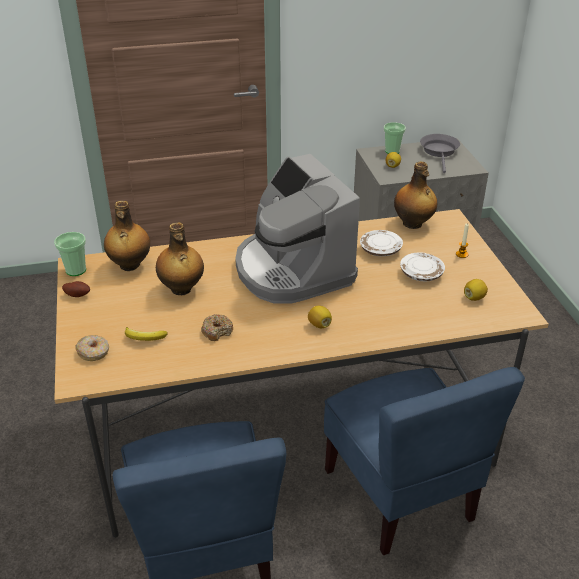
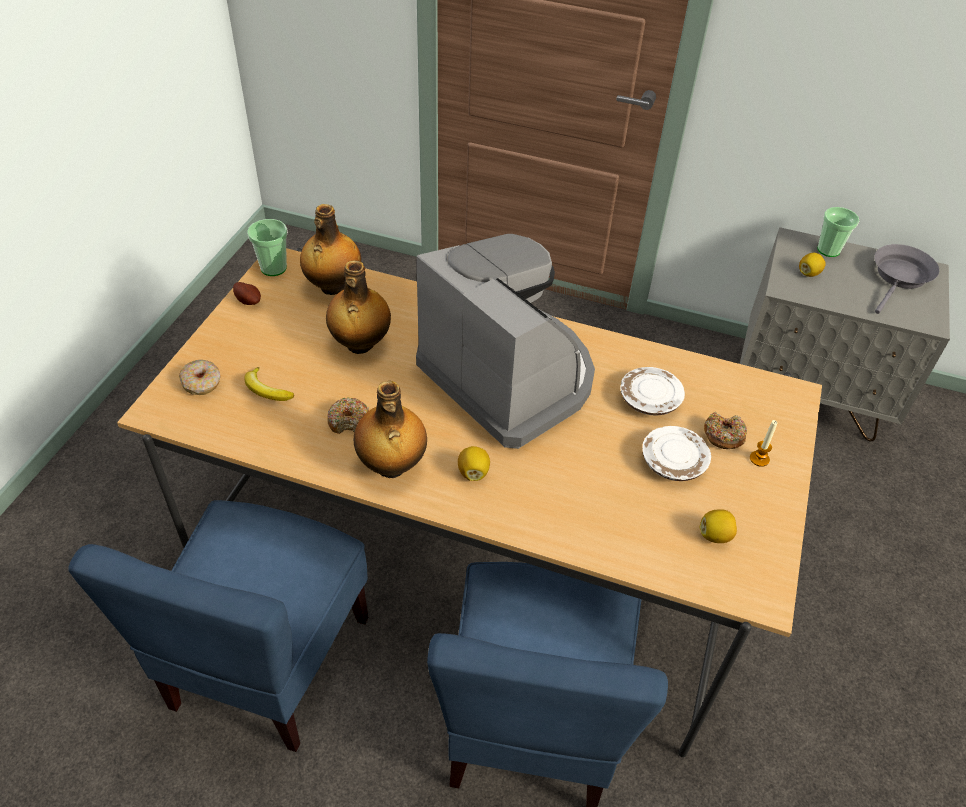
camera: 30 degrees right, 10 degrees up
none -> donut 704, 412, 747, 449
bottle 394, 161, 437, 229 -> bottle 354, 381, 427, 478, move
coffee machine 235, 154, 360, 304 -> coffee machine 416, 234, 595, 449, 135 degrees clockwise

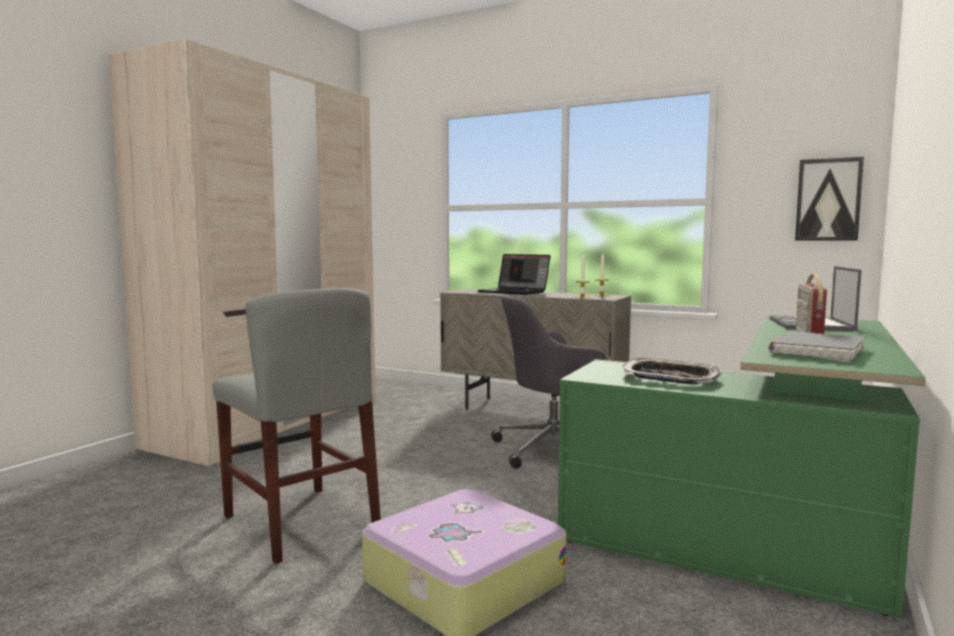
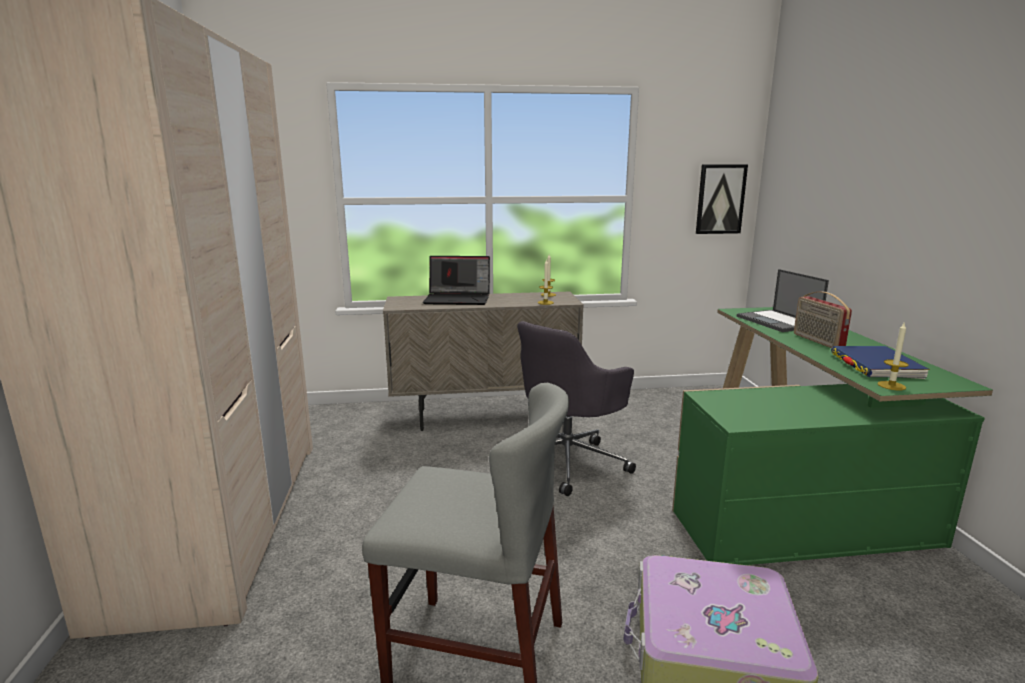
camera: 35 degrees left, 10 degrees up
tray 622, 358, 722, 385 -> none
none -> candle 877, 321, 909, 391
book (grey) 768, 331, 866, 363 -> book (blue) 831, 346, 930, 379

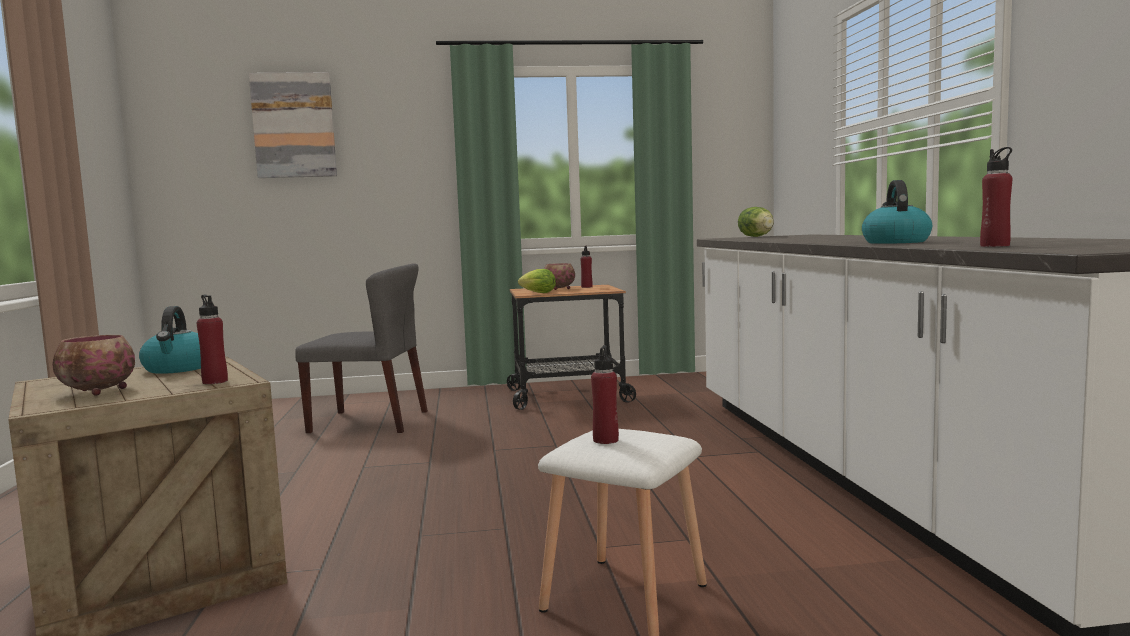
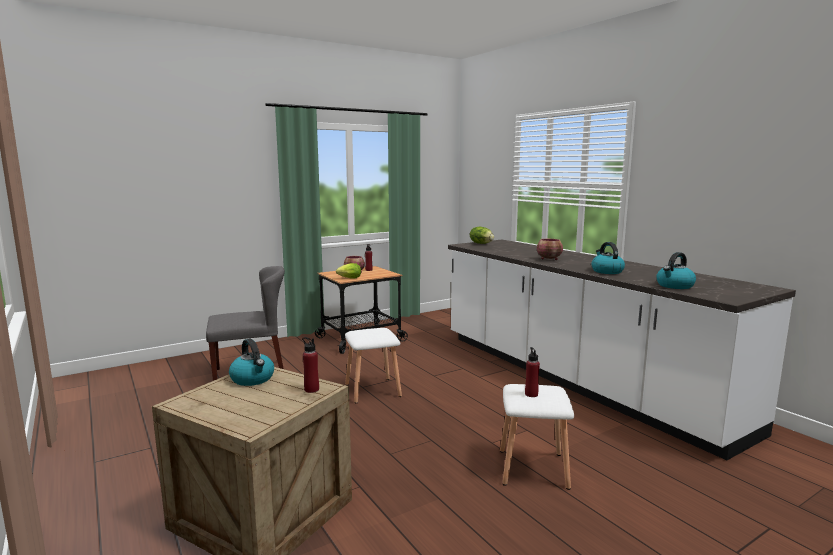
camera: 25 degrees left, 5 degrees up
picture 249, 72, 337, 178 -> none
none -> stool (white) 345, 328, 402, 403
bowl 52, 335, 135, 396 -> bowl 537, 239, 563, 260, move
bottle (red) 980, 147, 1012, 247 -> kettle 656, 252, 696, 289

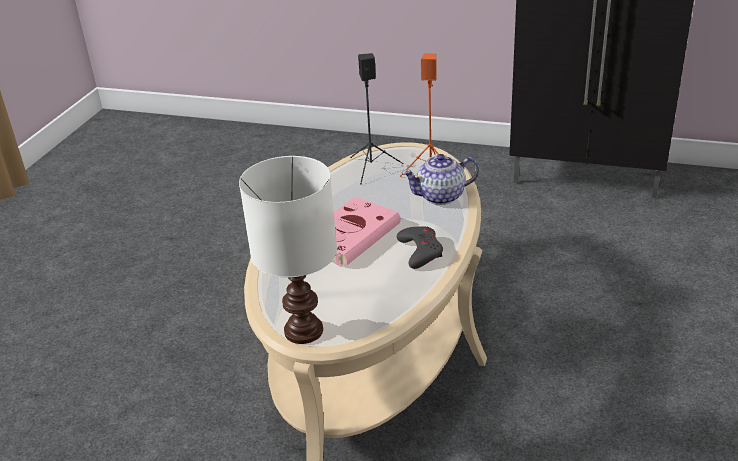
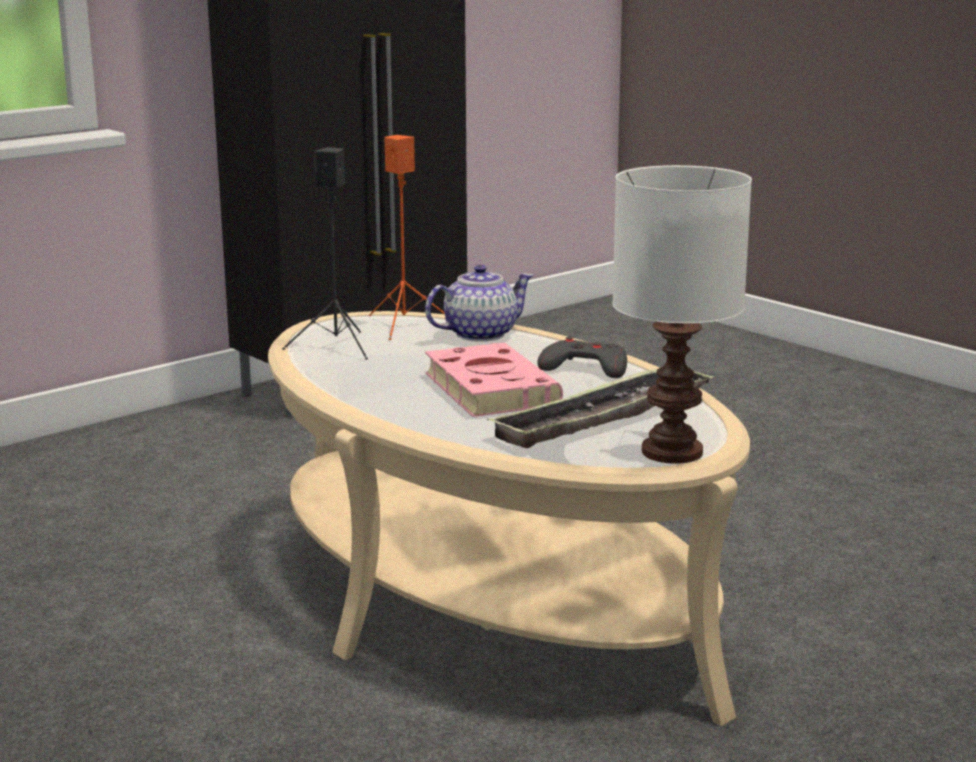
camera: 60 degrees left, 15 degrees down
none -> tray 487, 369, 714, 448
teapot 402, 154, 479, 205 -> teapot 425, 264, 534, 342, 135 degrees counterclockwise

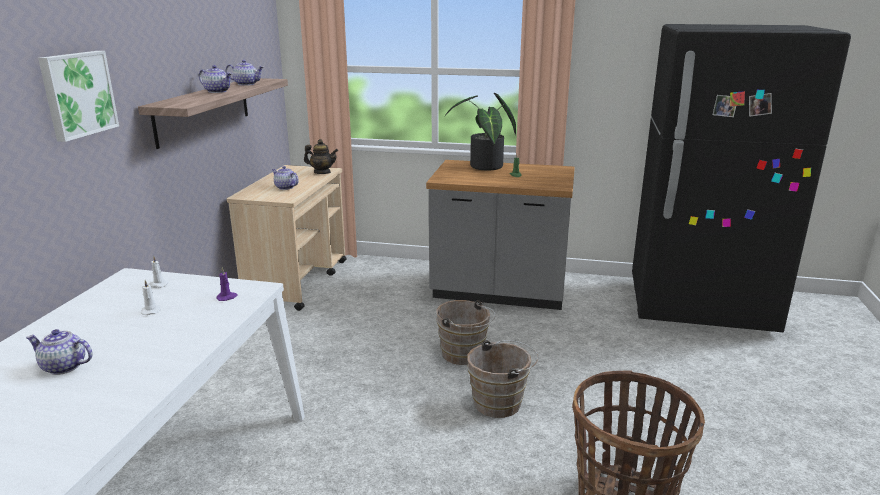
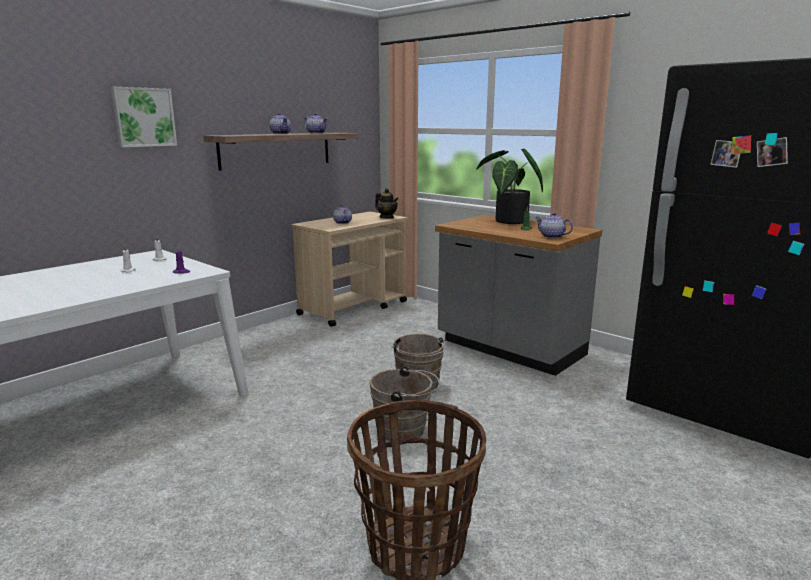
camera: 30 degrees right, 5 degrees down
teapot 26, 329, 93, 375 -> teapot 535, 212, 573, 239, move

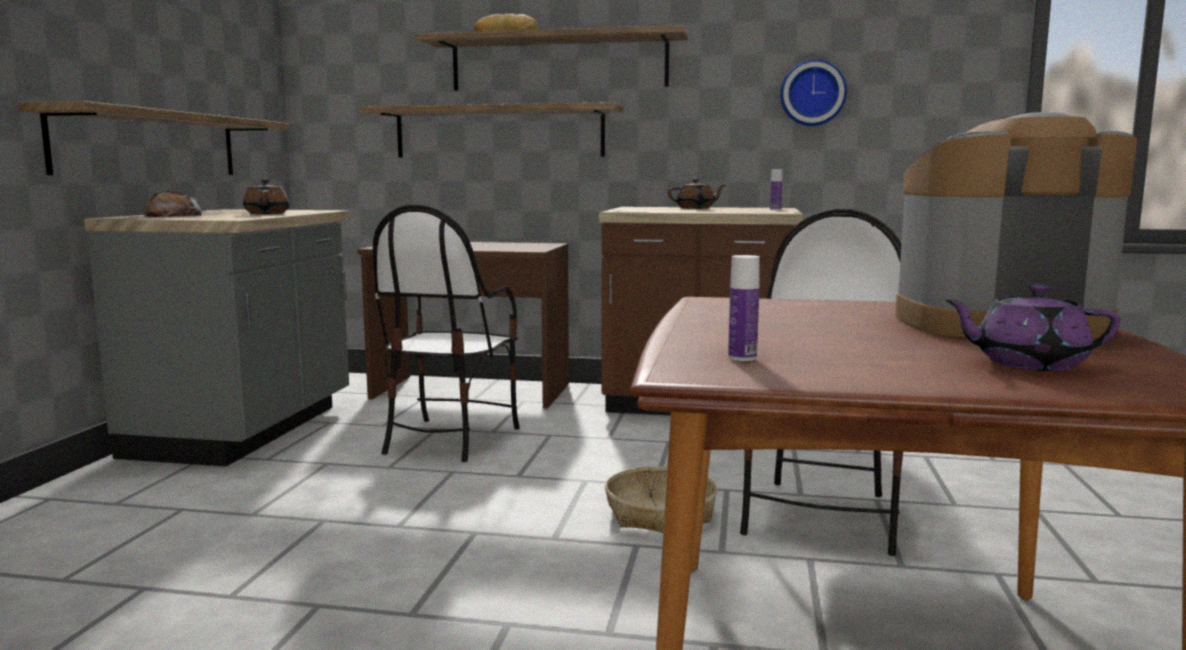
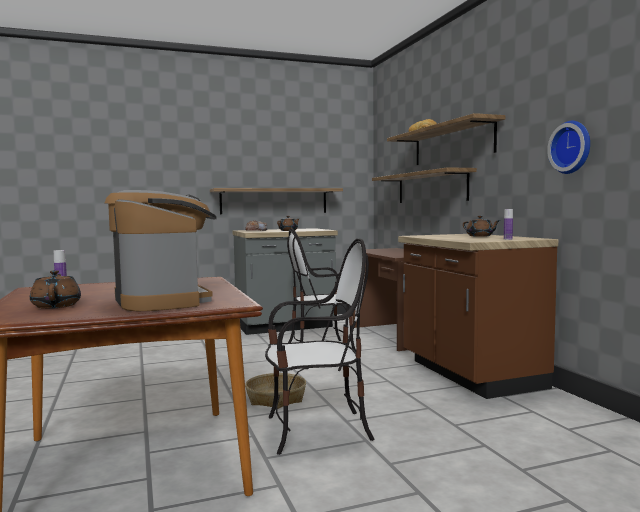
camera: 60 degrees right, 5 degrees down
teapot (purple) 944, 284, 1121, 371 -> teapot (brown) 30, 270, 81, 309

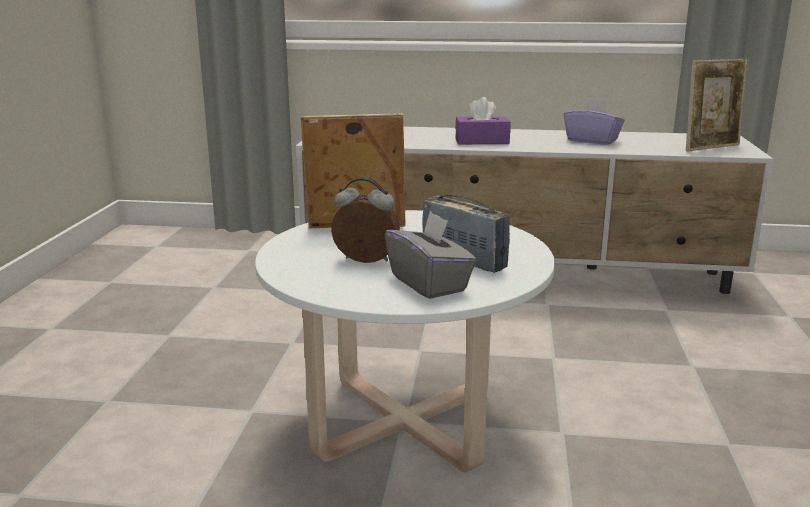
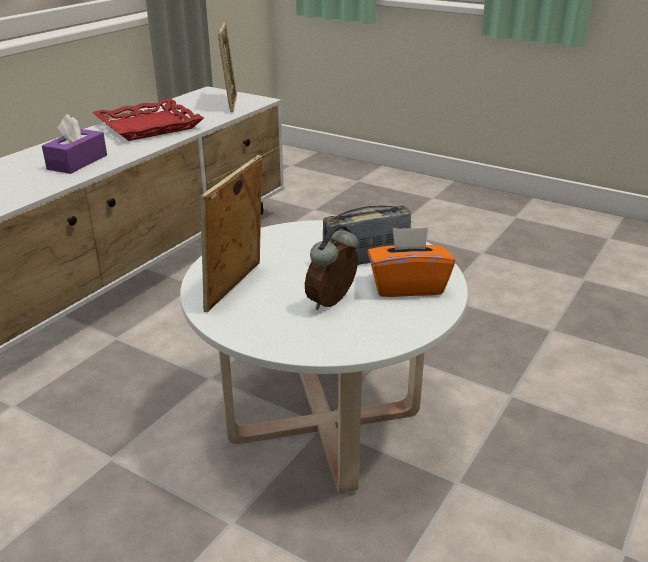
camera: 65 degrees left, 10 degrees up
tissue box (purple) 564, 97, 625, 145 -> tray (red) 93, 98, 204, 141
tissue box (grey) 385, 211, 477, 299 -> tissue box (orange) 367, 227, 455, 297

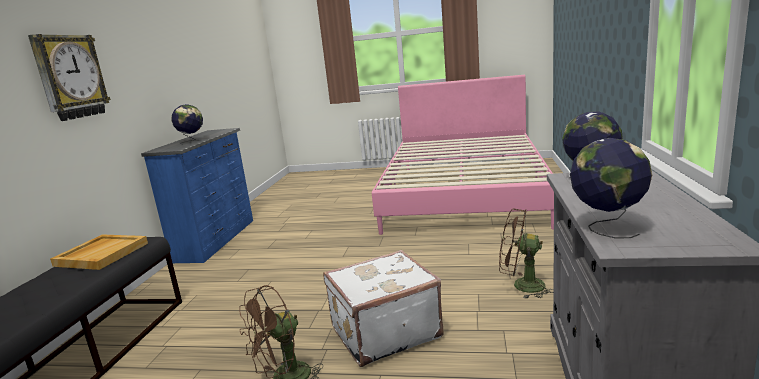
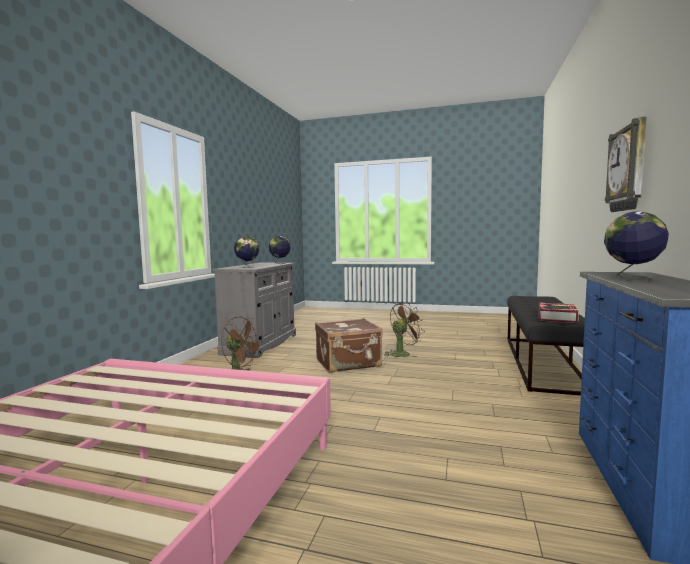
camera: 175 degrees left, 10 degrees down
tray (beige) 50, 234, 148, 270 -> book 538, 302, 579, 323
suitcase (white) 323, 250, 443, 367 -> suitcase (brown) 315, 318, 383, 373

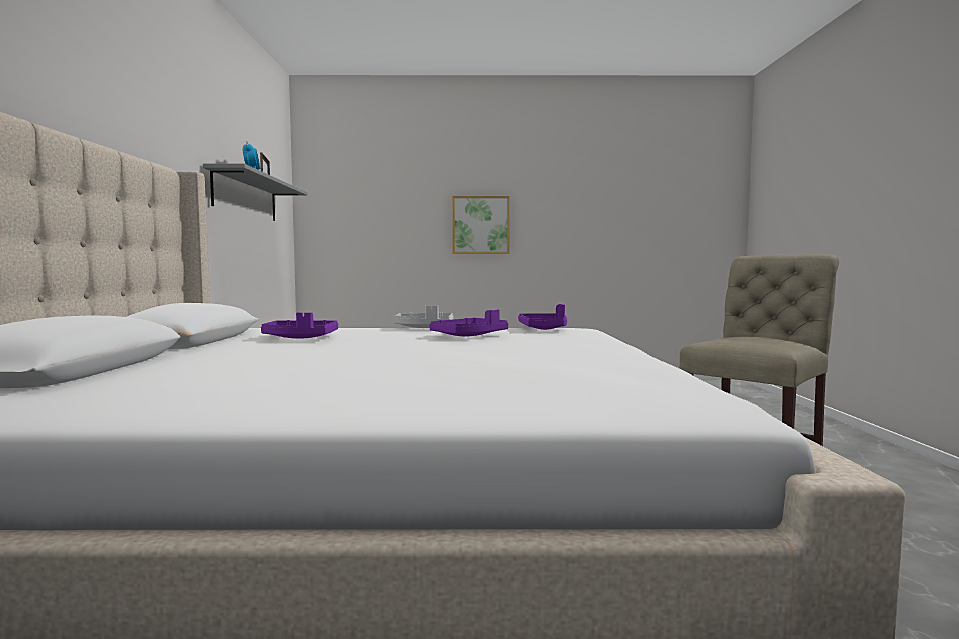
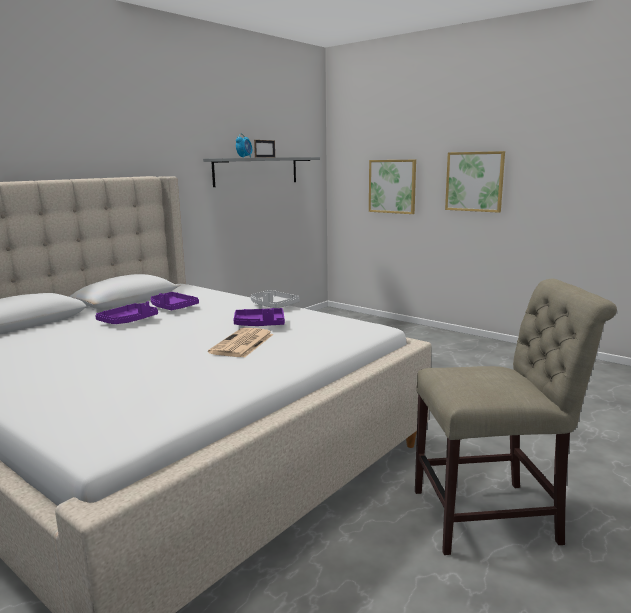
camera: 40 degrees right, 10 degrees up
none -> newspaper 208, 328, 274, 358
none -> picture 369, 160, 416, 214
tray (purple) 518, 304, 567, 330 -> tray (purple) 95, 301, 158, 324, move

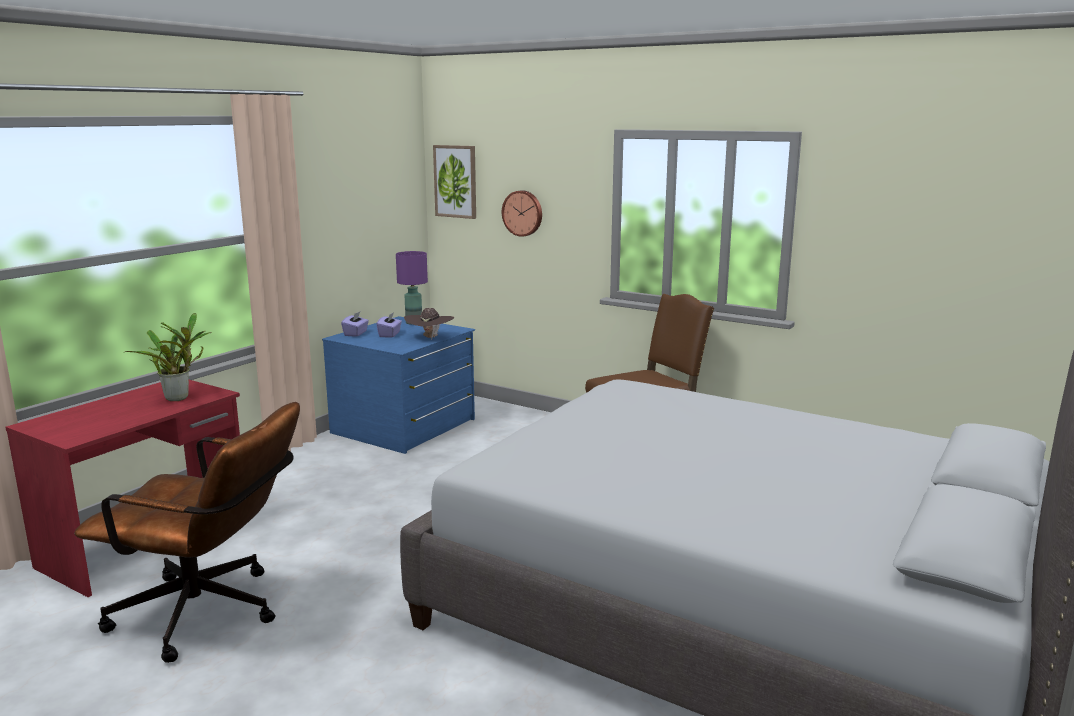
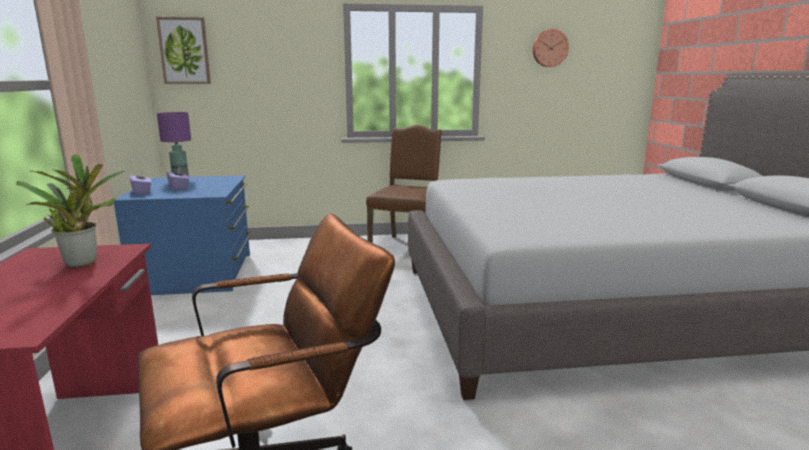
camera: 40 degrees left, 0 degrees up
hat (brown) 404, 308, 454, 340 -> none
wall clock 502, 190, 542, 237 -> wall clock 533, 29, 569, 67, move

